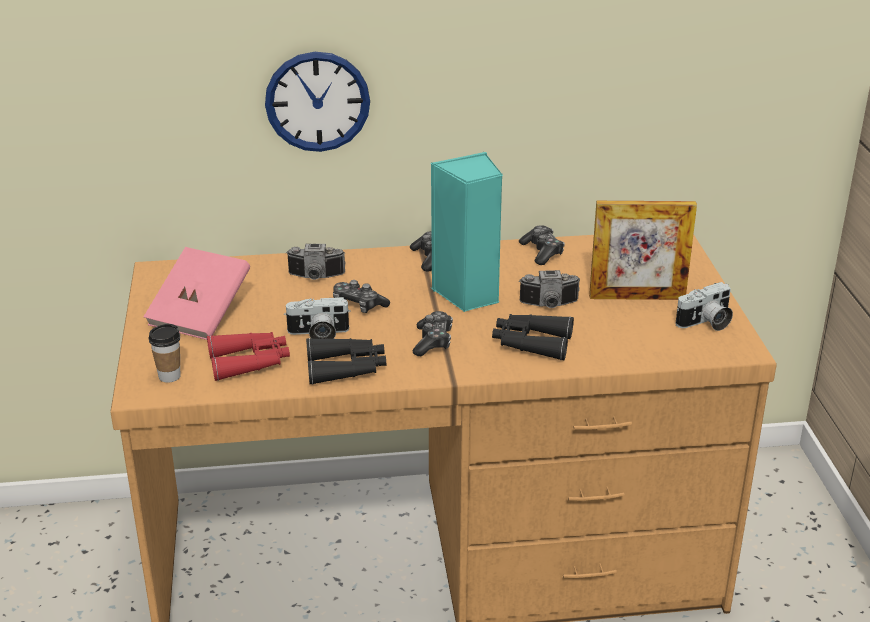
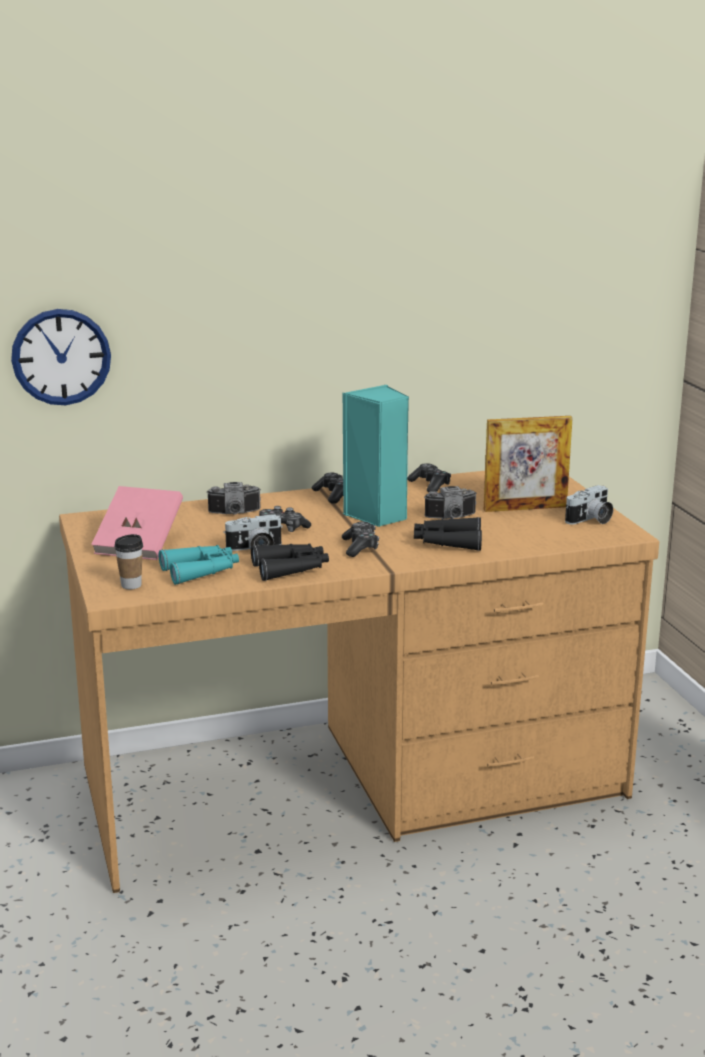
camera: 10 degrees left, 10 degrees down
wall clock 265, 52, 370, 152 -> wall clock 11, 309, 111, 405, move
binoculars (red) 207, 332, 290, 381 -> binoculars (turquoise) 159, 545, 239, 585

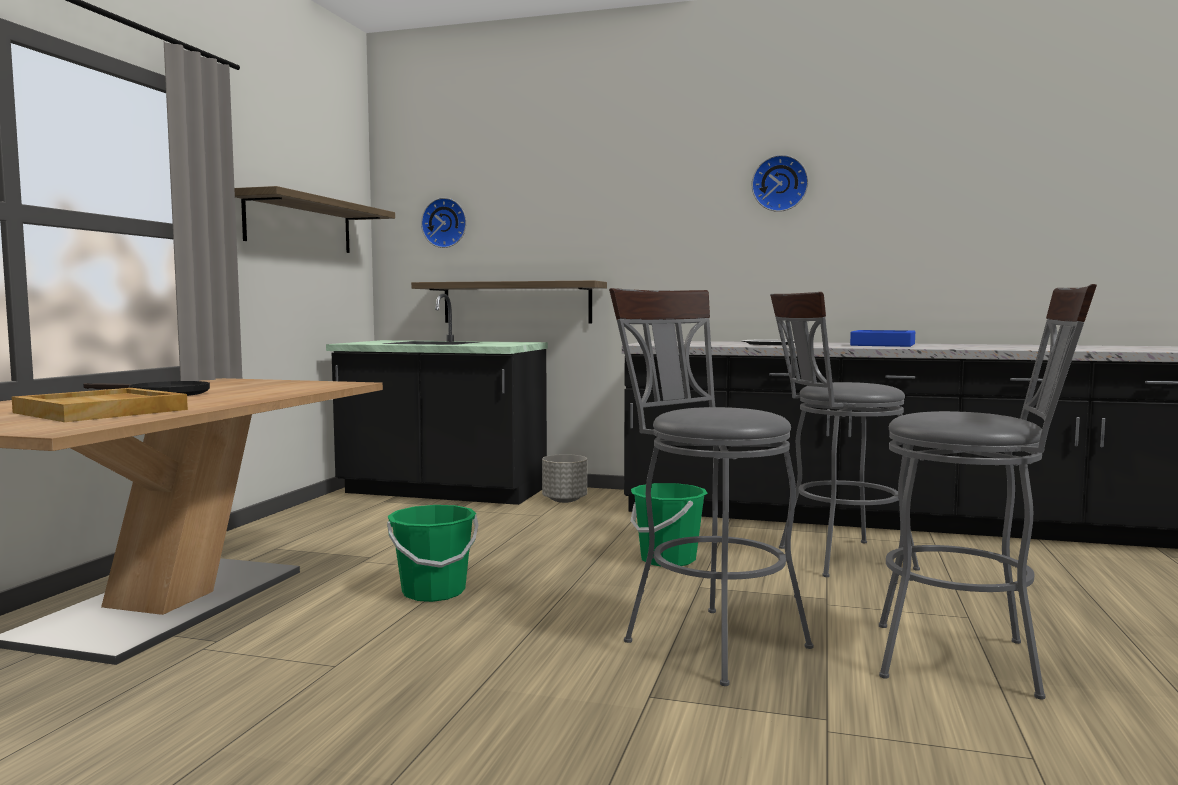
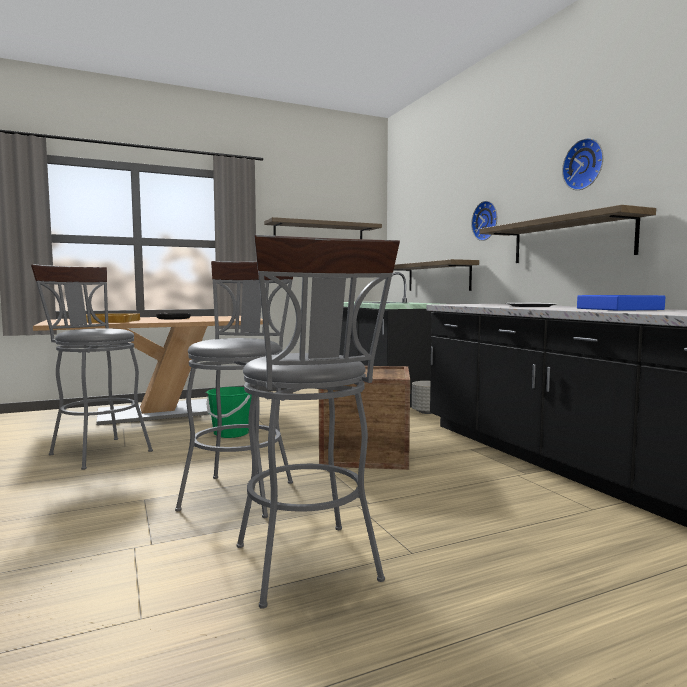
camera: 50 degrees right, 0 degrees up
none -> shelf 479, 205, 656, 263
wall clock 421, 198, 467, 248 -> wall clock 471, 201, 497, 241, move
stool (grey) 770, 292, 920, 577 -> stool (grey) 31, 264, 153, 470, move
bucket (green) 631, 483, 708, 567 -> crate 319, 366, 410, 470

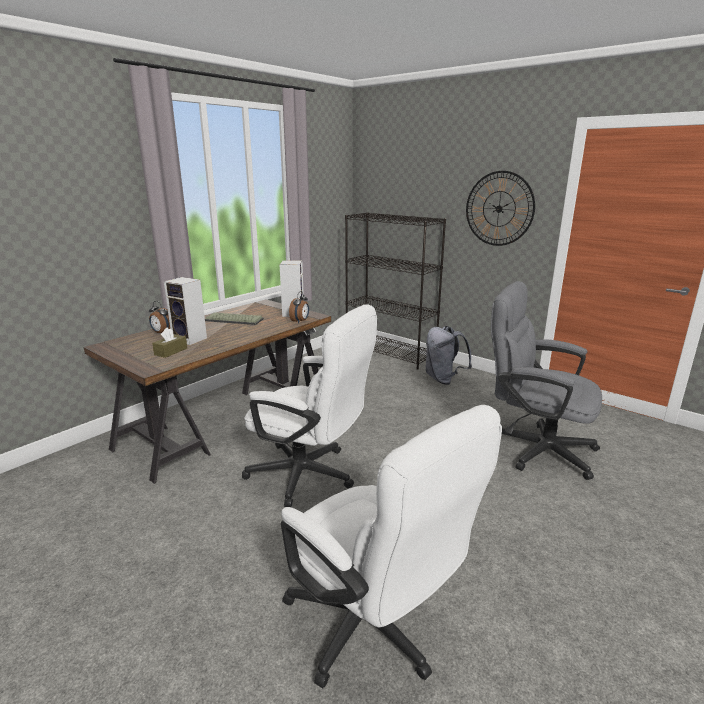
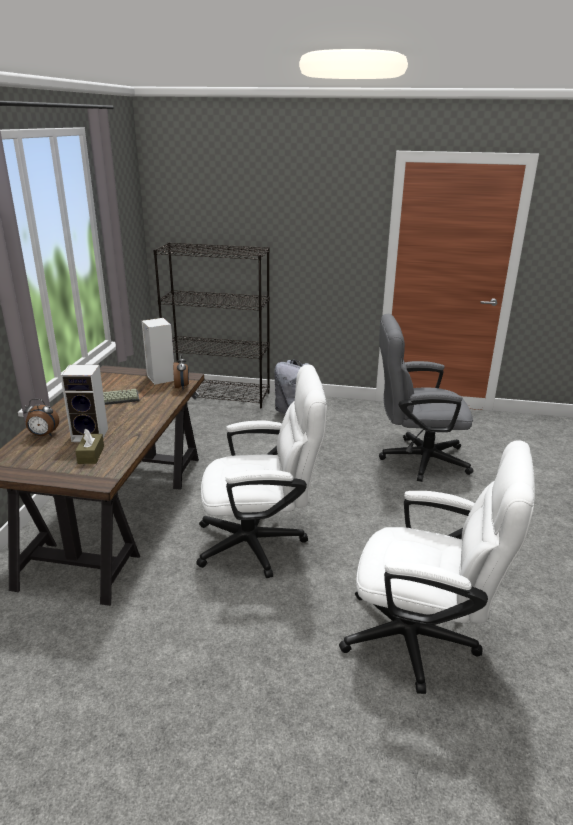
camera: 30 degrees left, 5 degrees up
wall clock 466, 171, 535, 246 -> none

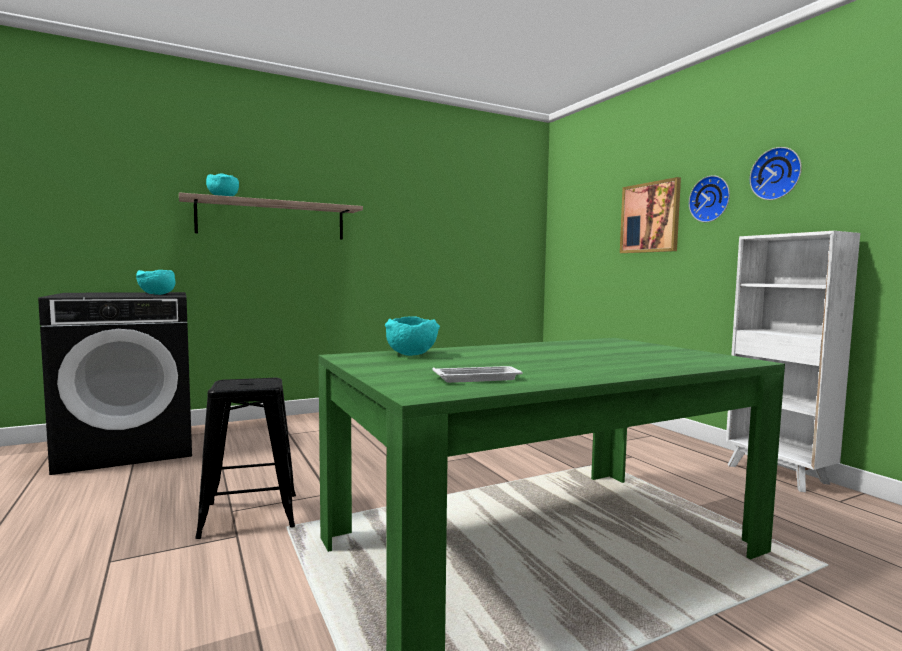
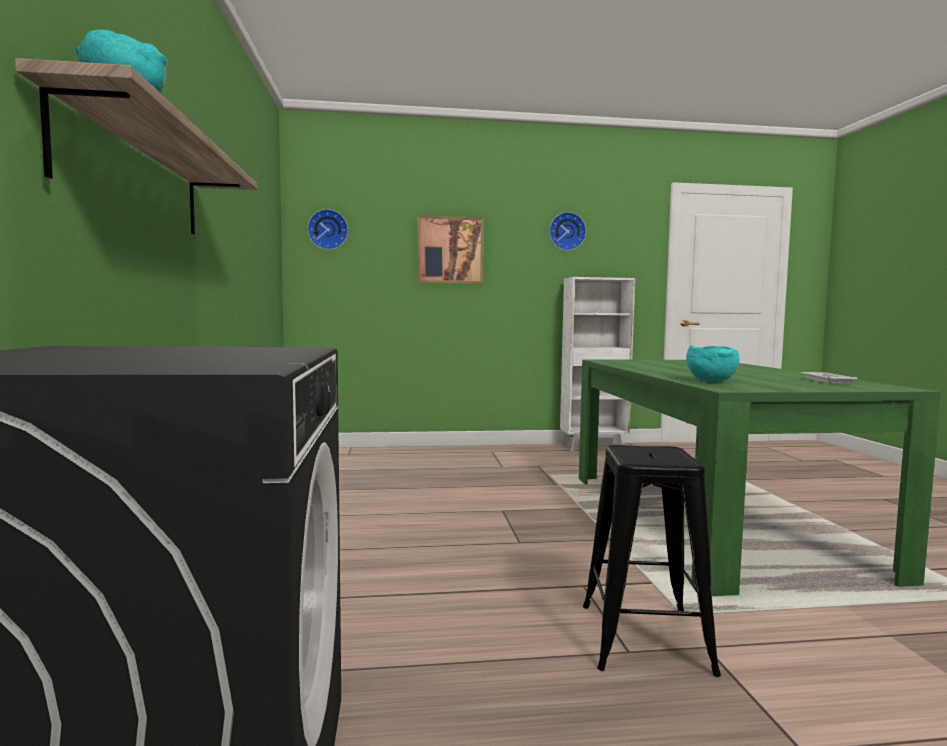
camera: 70 degrees left, 0 degrees up
bowl (turquoise) 136, 270, 176, 295 -> none
wall clock 689, 175, 730, 222 -> wall clock 307, 209, 348, 250, move

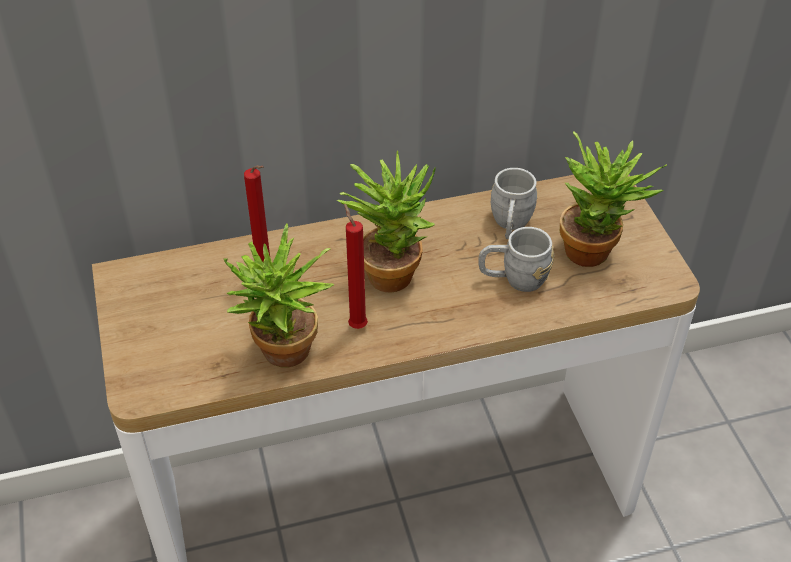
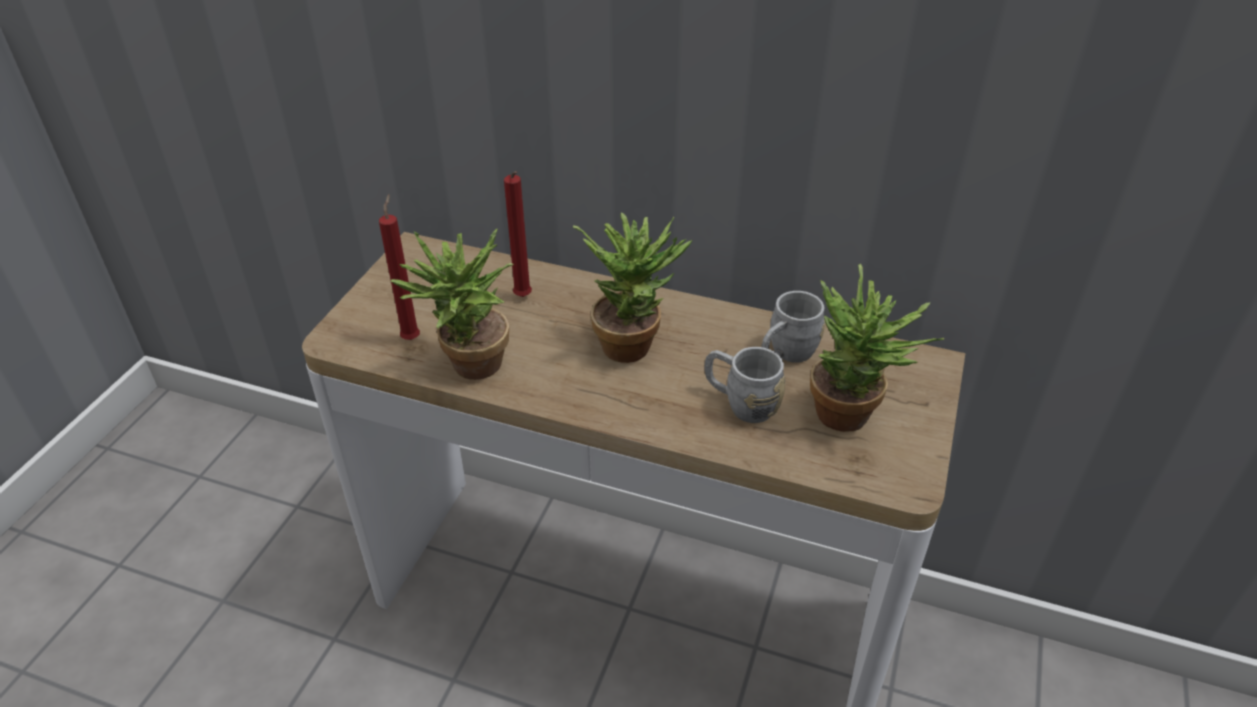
camera: 35 degrees right, 5 degrees down
candle (red) 344, 203, 368, 329 -> candle (red) 379, 194, 420, 340, move

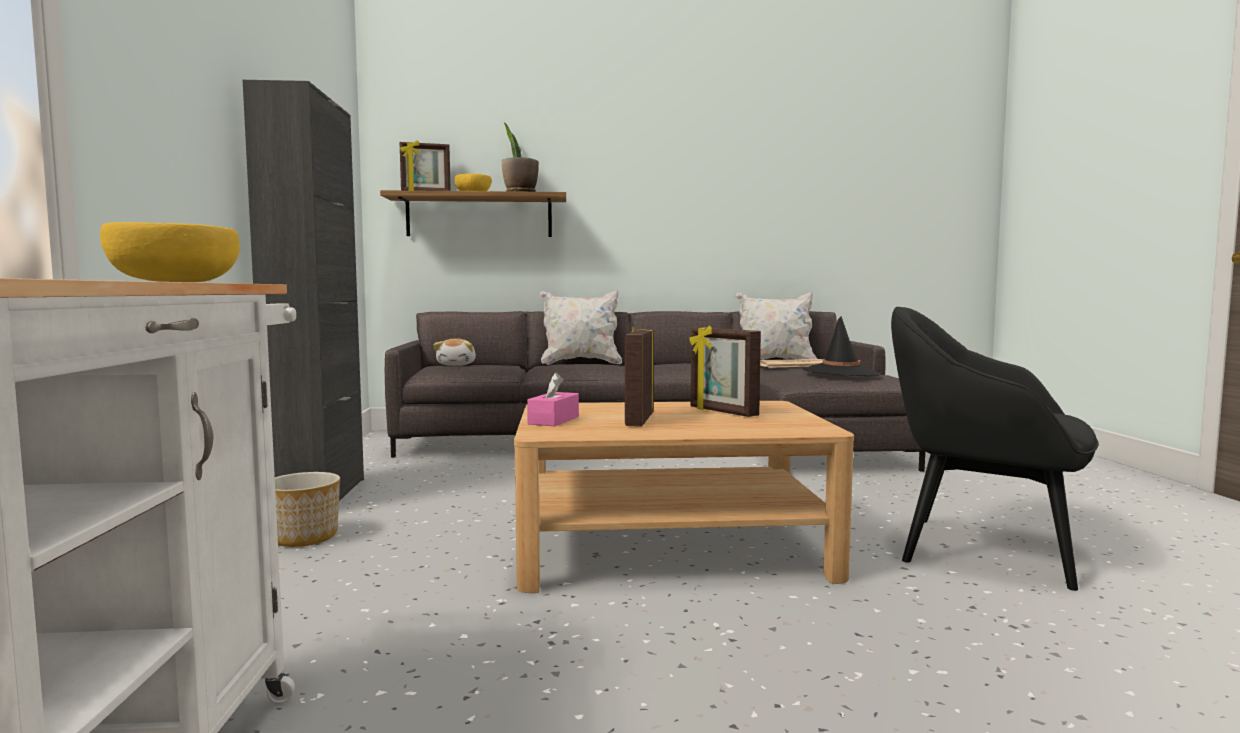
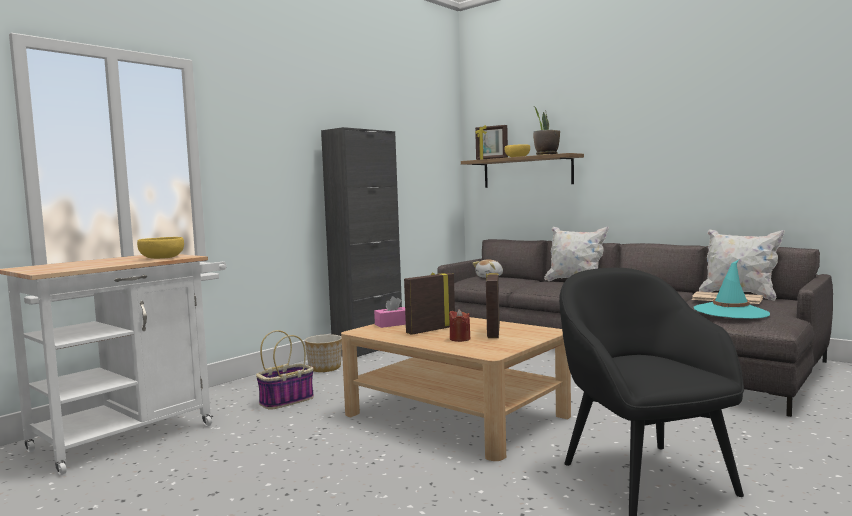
camera: 45 degrees right, 0 degrees up
none -> basket 256, 330, 314, 410
none -> candle (red) 449, 309, 470, 342
hat (black) 803, 316, 881, 376 -> hat (turquoise) 694, 260, 770, 319

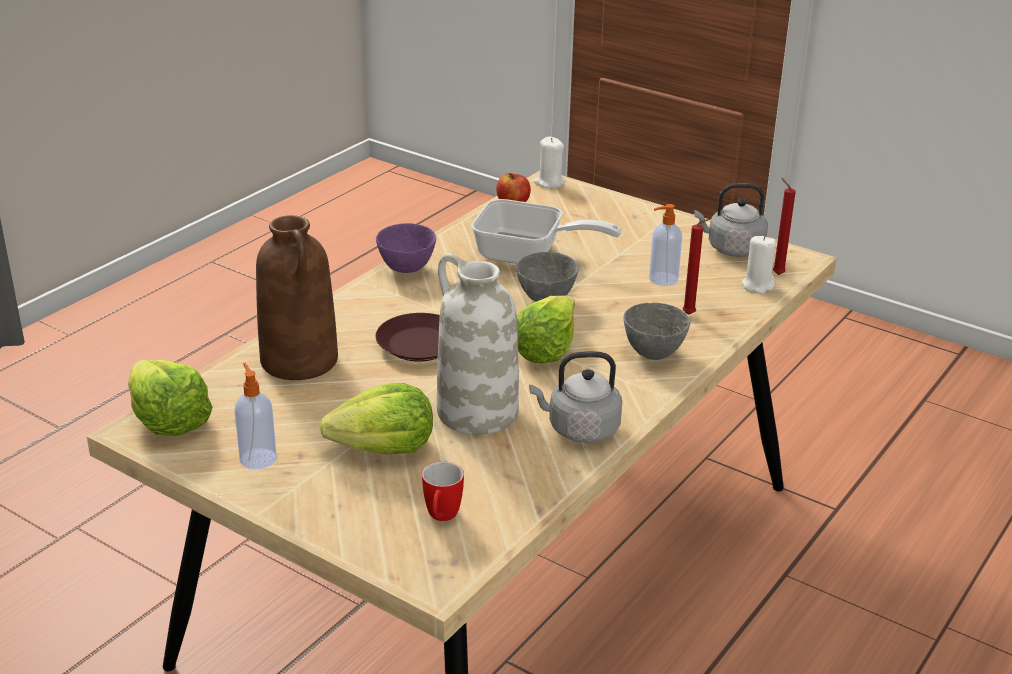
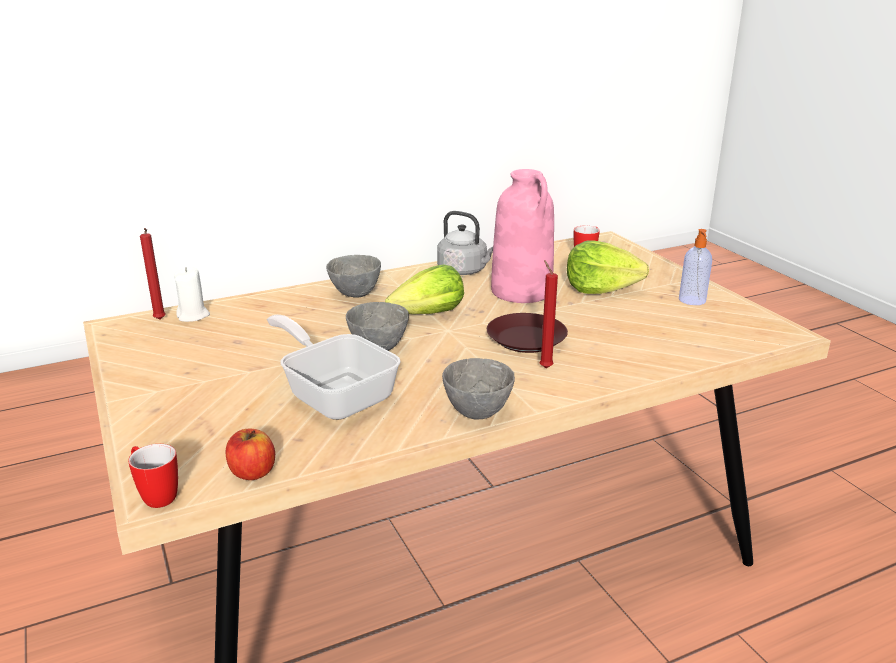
camera: 150 degrees left, 5 degrees down
lettuce 128, 360, 213, 436 -> none
vase (brown) 256, 215, 338, 380 -> none
soap dispenser 649, 204, 682, 286 -> none
kettle (grey) 694, 183, 768, 257 -> none
candle (red) 682, 219, 710, 315 -> candle (red) 540, 260, 558, 368, move
candle (white) 534, 137, 565, 188 -> mug 128, 444, 178, 508
bowl (purple) 376, 223, 436, 273 -> bowl (grey) 442, 358, 515, 420
vase (white) 437, 254, 519, 435 -> vase (pink) 491, 169, 554, 303

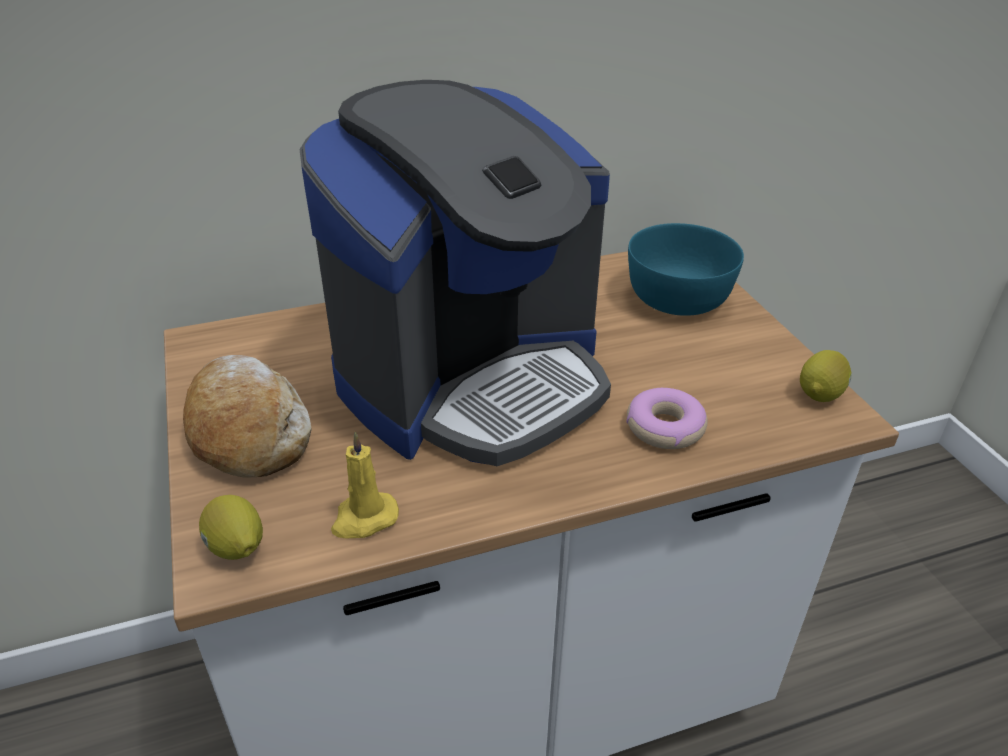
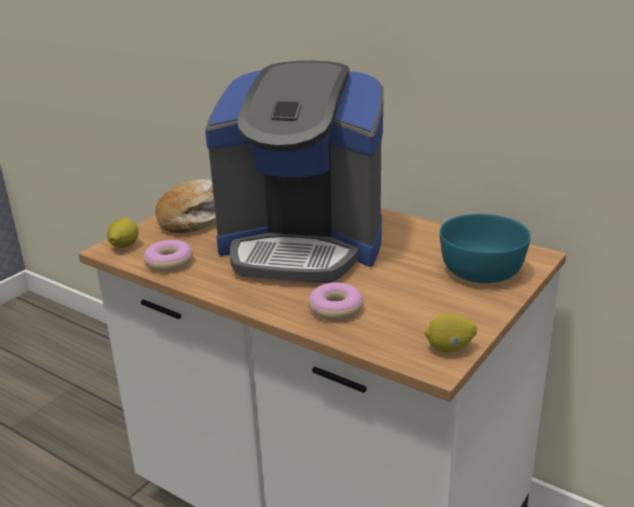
camera: 55 degrees right, 10 degrees down
candle (yellow) 331, 432, 399, 538 -> donut 144, 240, 193, 272

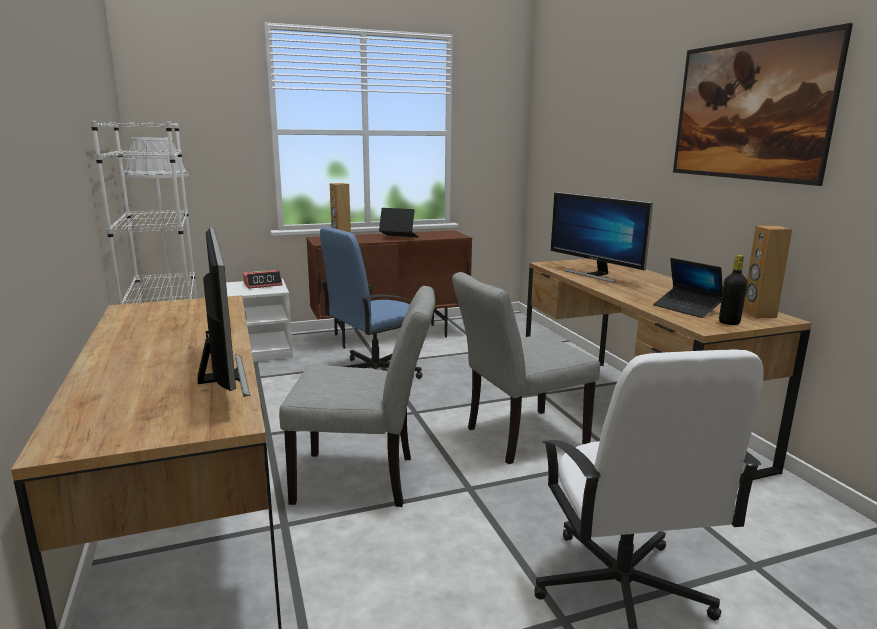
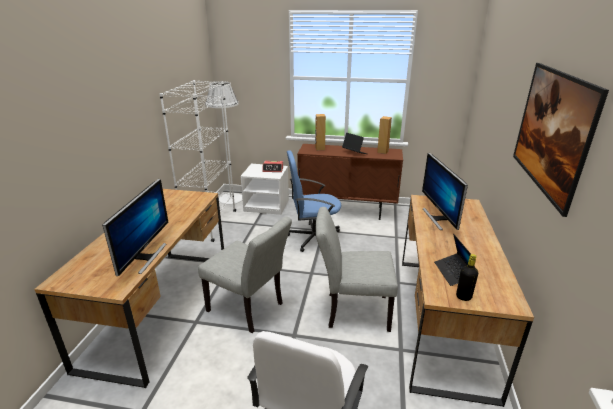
camera: 30 degrees right, 10 degrees up
speaker (brown) 743, 226, 792, 318 -> speaker (brown) 377, 116, 392, 154, move

